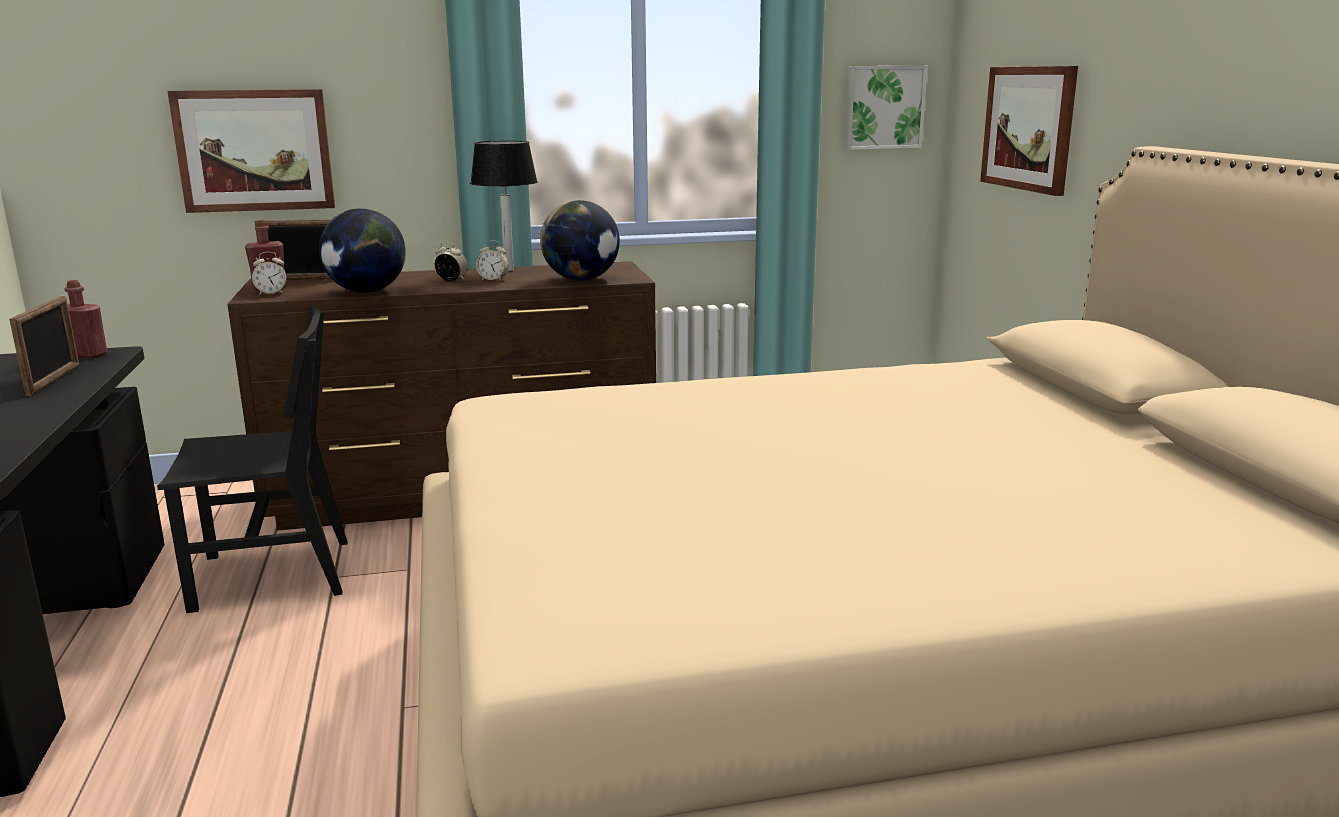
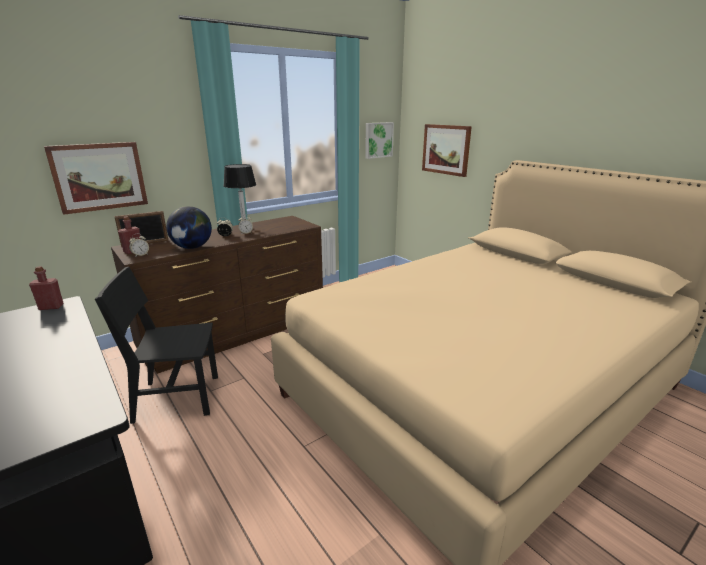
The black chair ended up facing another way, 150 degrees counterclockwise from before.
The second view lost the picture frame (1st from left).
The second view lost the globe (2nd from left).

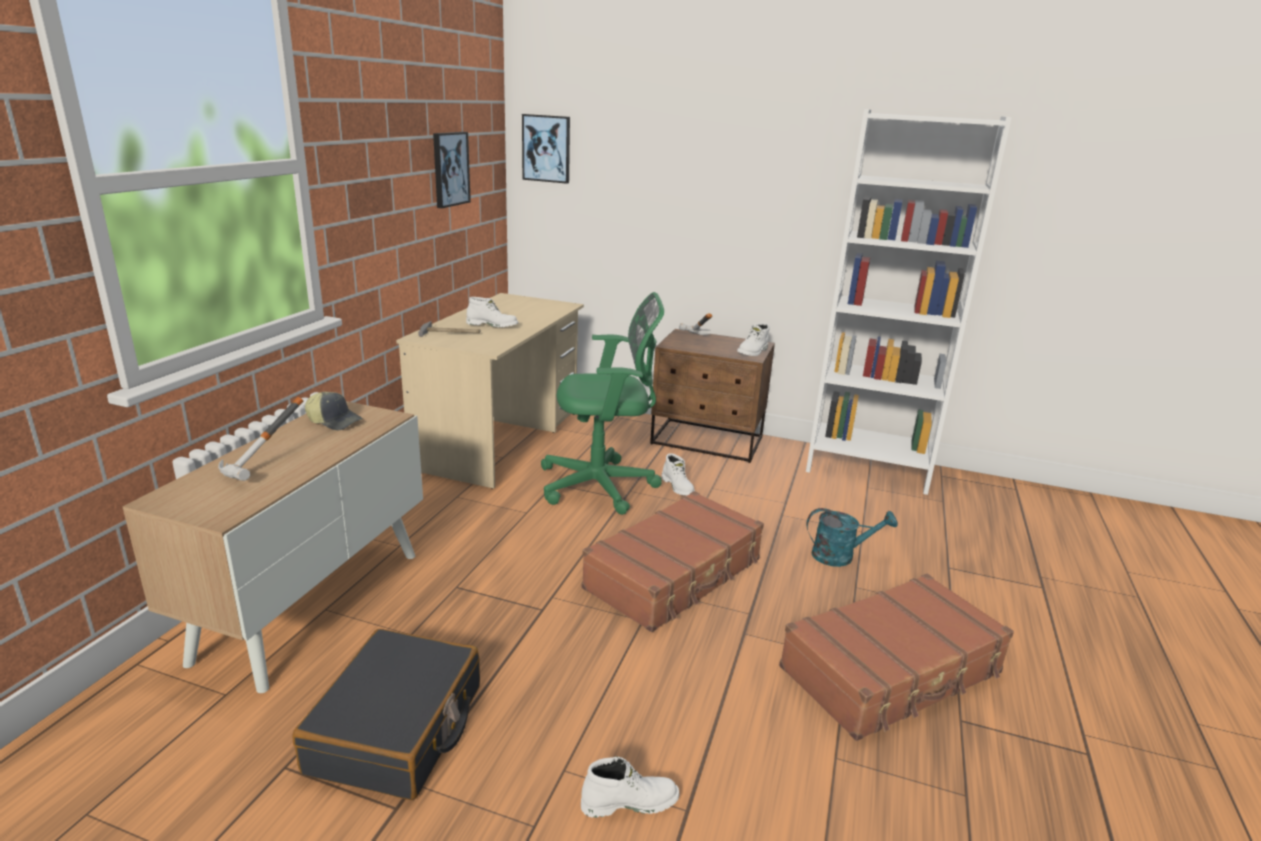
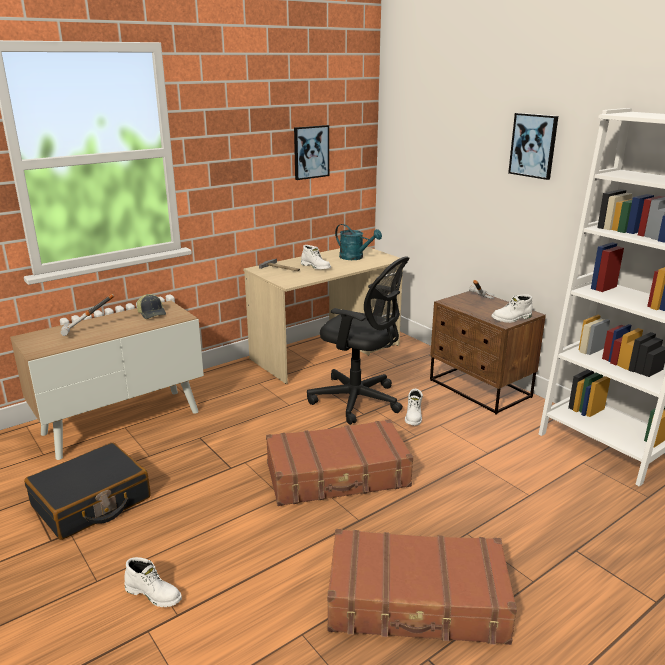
What was the green office chair turned into the black office chair.
The turquoise watering can ended up elsewhere.
The picture (2nd from left) ended up elsewhere.

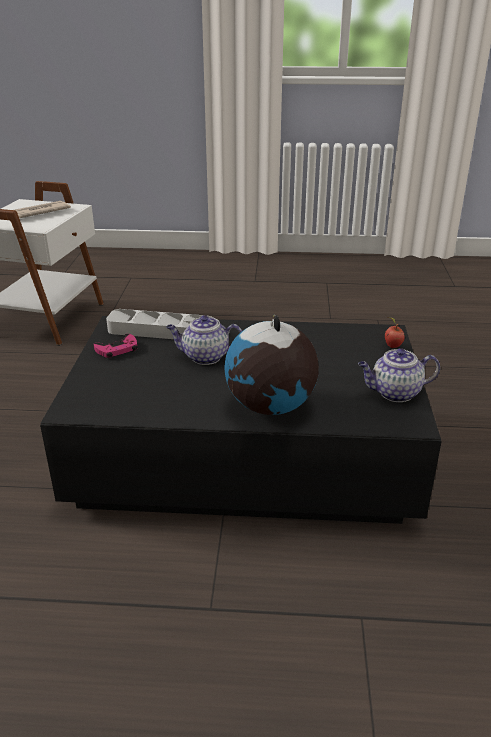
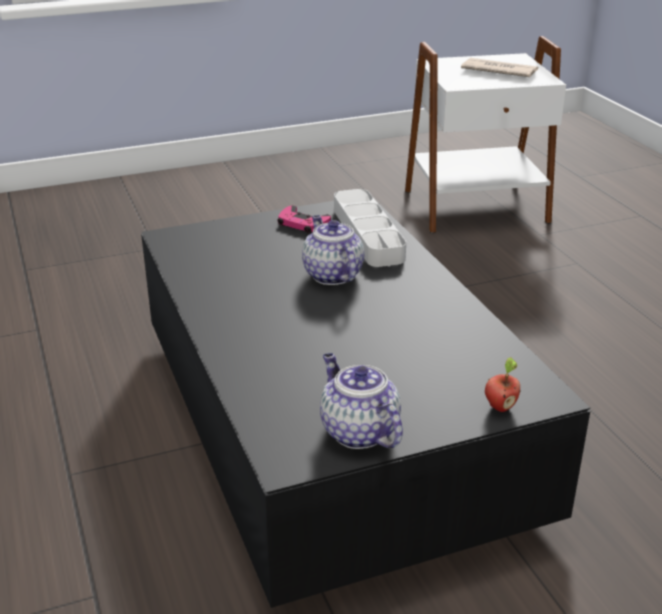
The second view lost the globe.

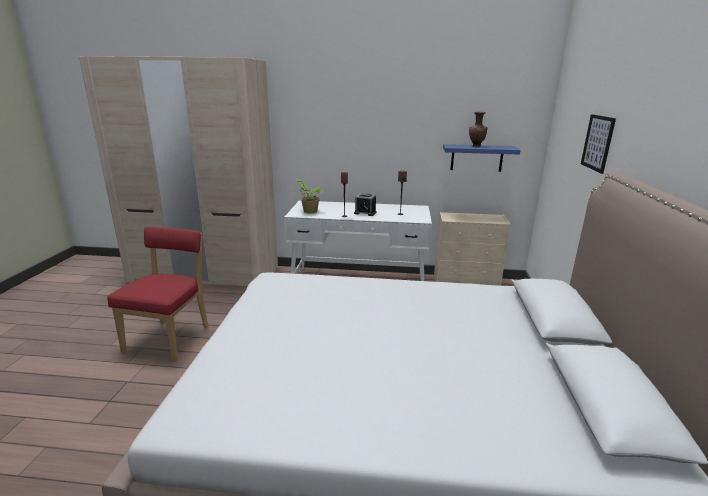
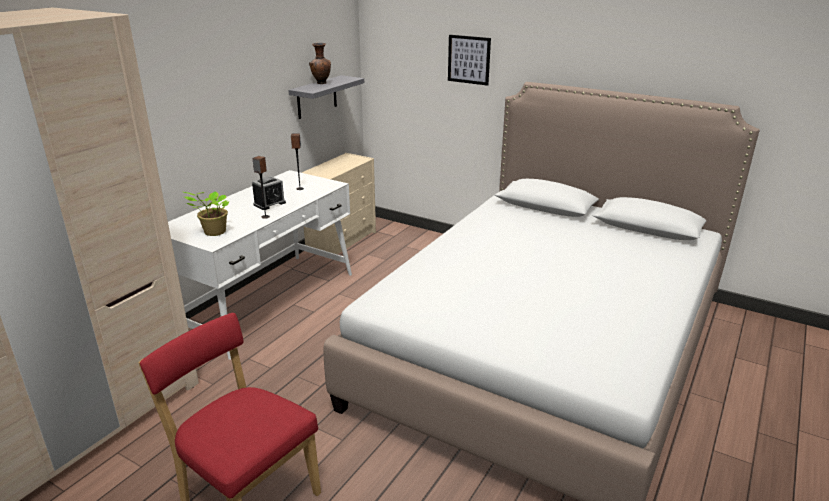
What was the blue shelf turned into the grey shelf.

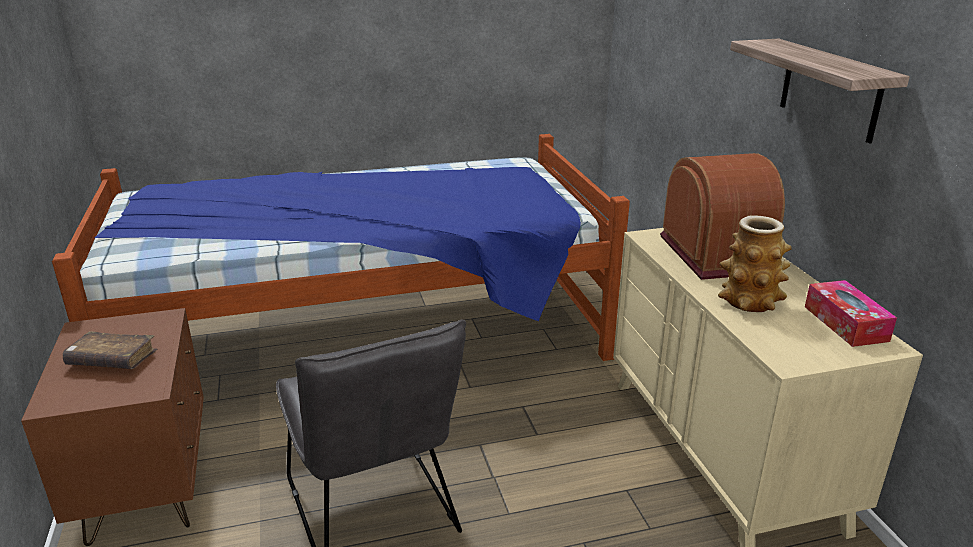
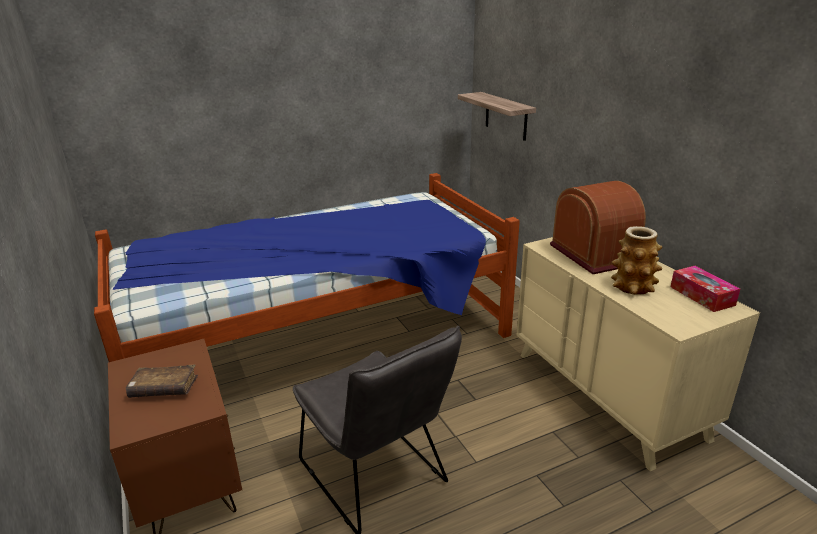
The shelf ended up elsewhere.

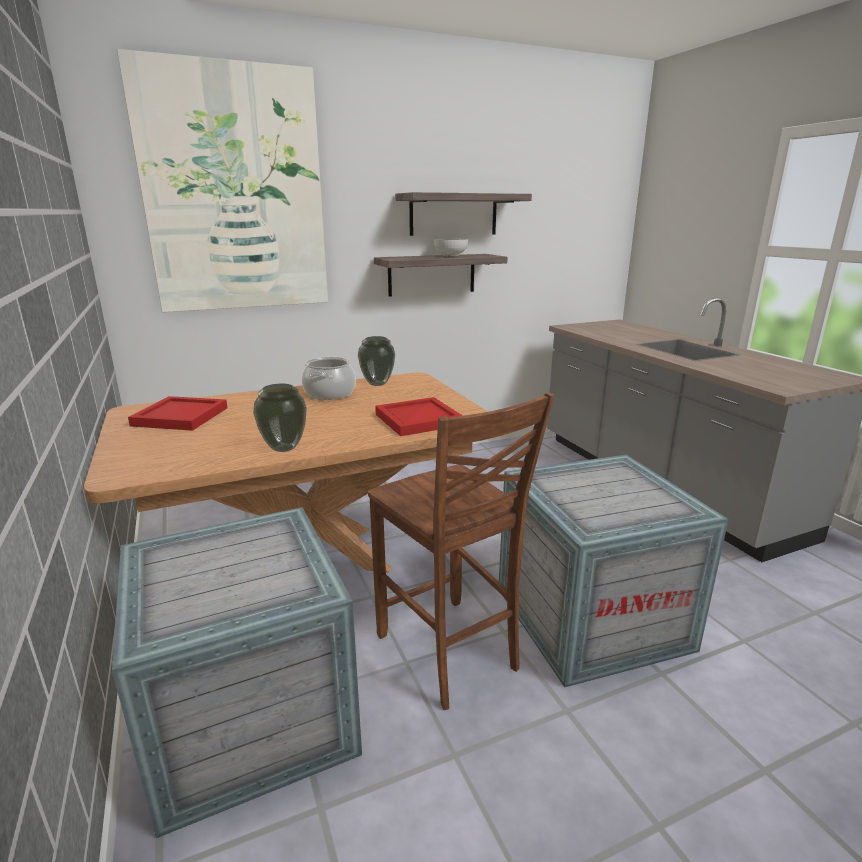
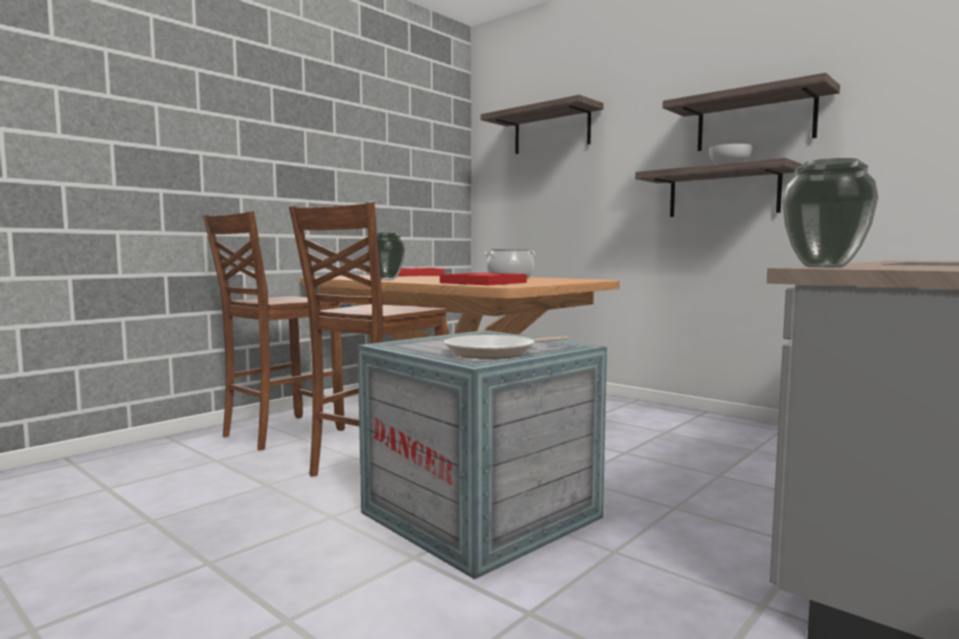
Where the crate (1st from left) stood, the brown chair (1st from left) came to stand.
The second view gained the frying pan.
Where the picture hung, the shelf (1st from left) came to hang.
The vase (2nd from left) ended up elsewhere.

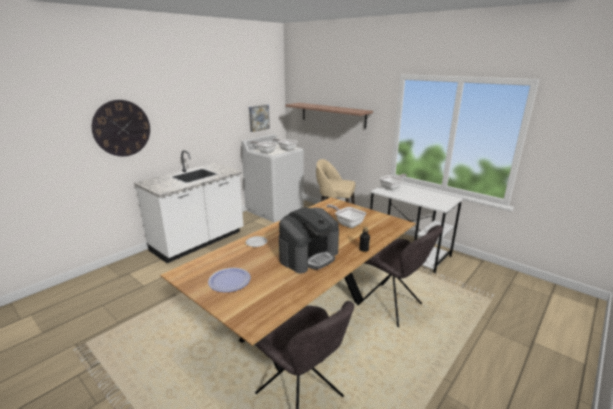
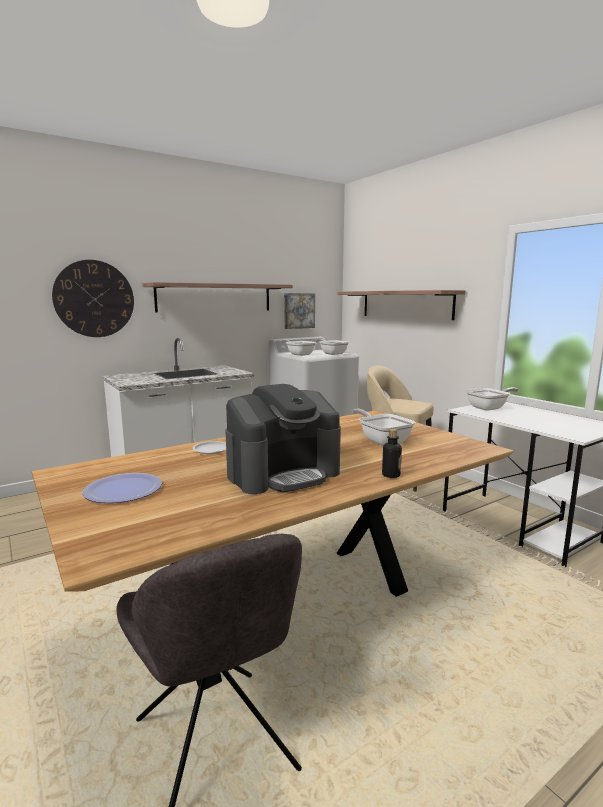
The second view gained the shelf (1st from left).
The second view lost the grey chair (2nd from left).

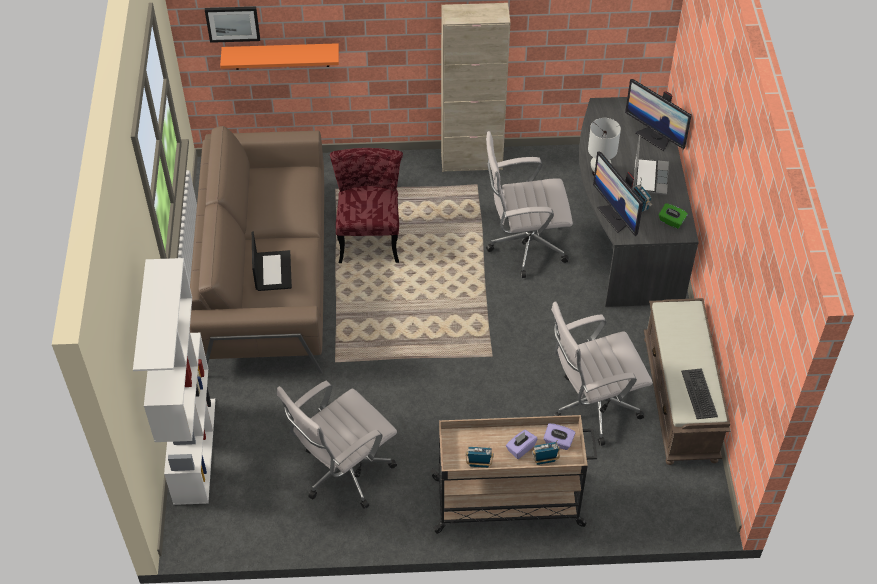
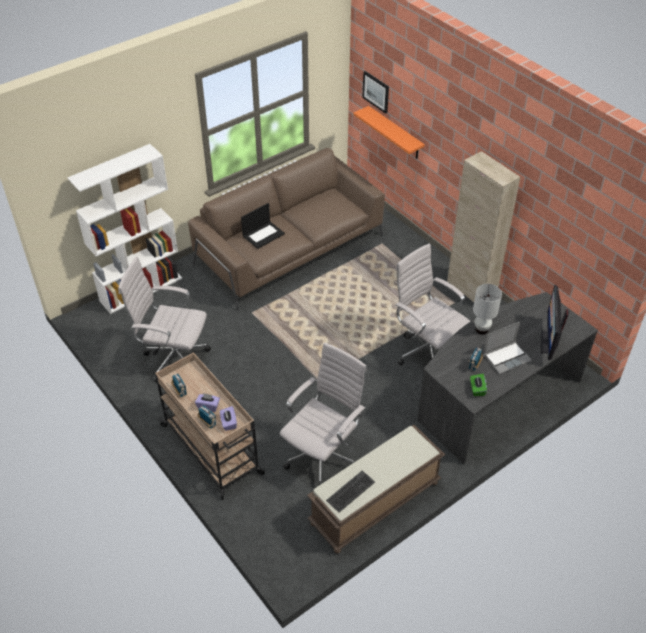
The white office chair (3rd from left in the first image) ended up facing another way, 90 degrees clockwise from before.
The second view lost the red chair.
The second view lost the monitor (1st from left).

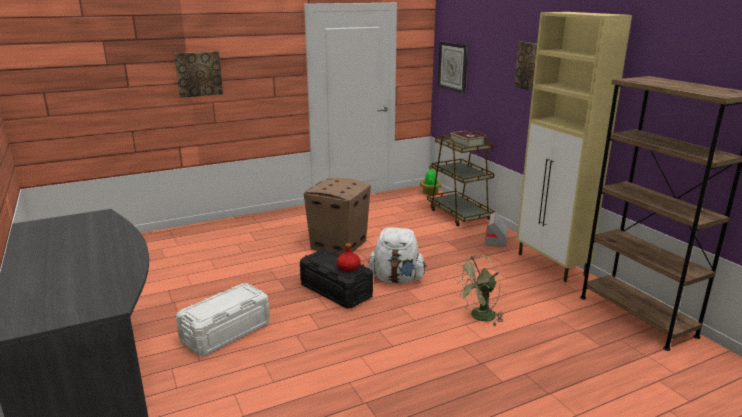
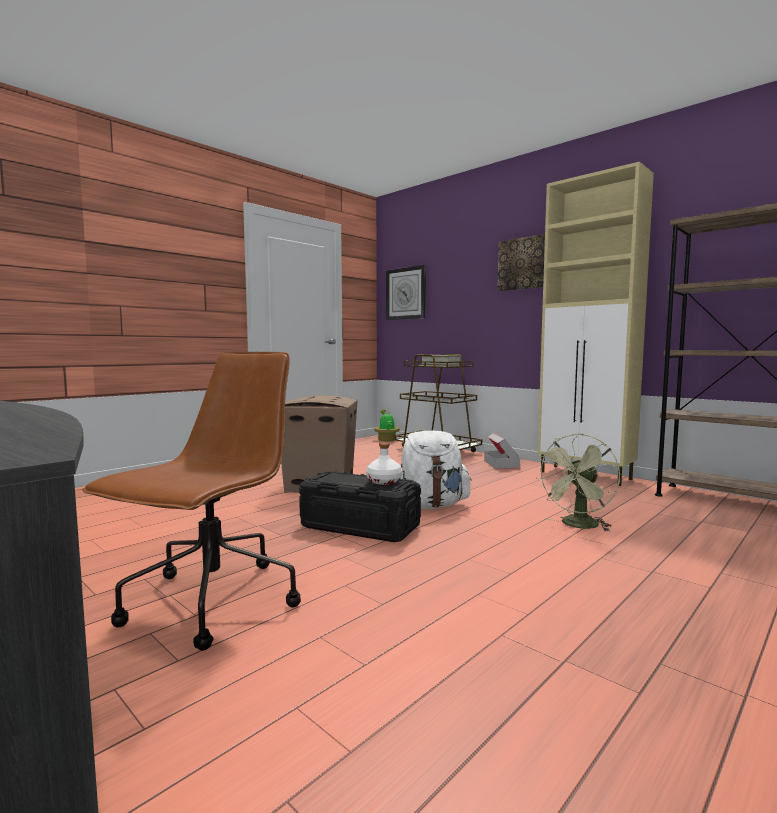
Where the white storage box stood, the brown office chair came to stand.
What was the red bottle turned into the white bottle.
The second view lost the picture (1st from left).

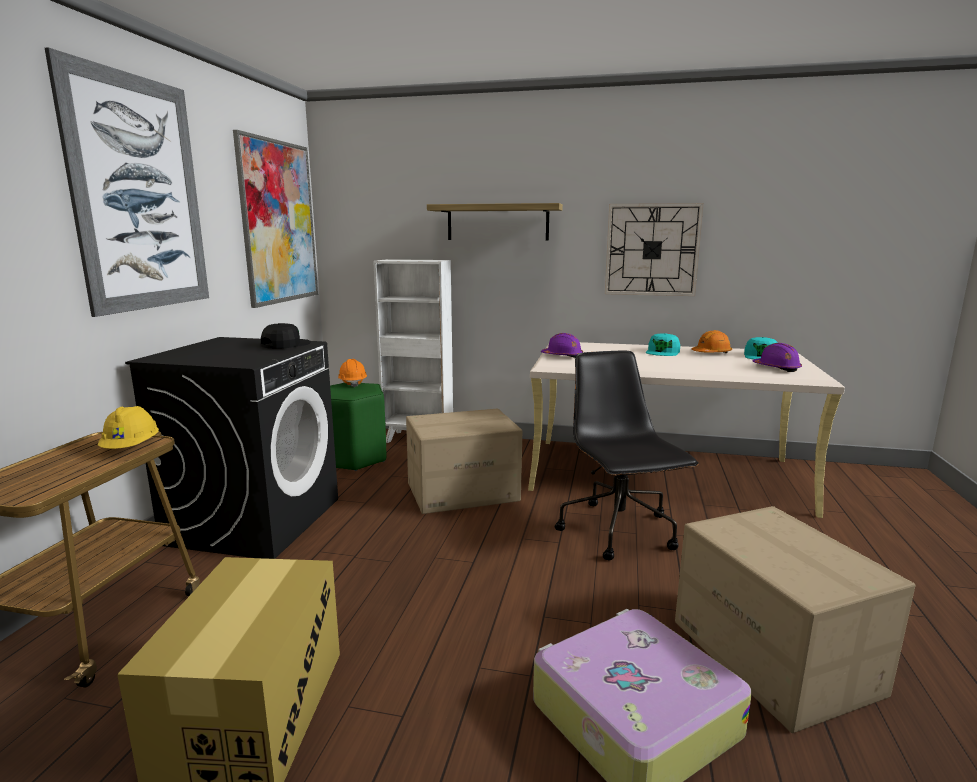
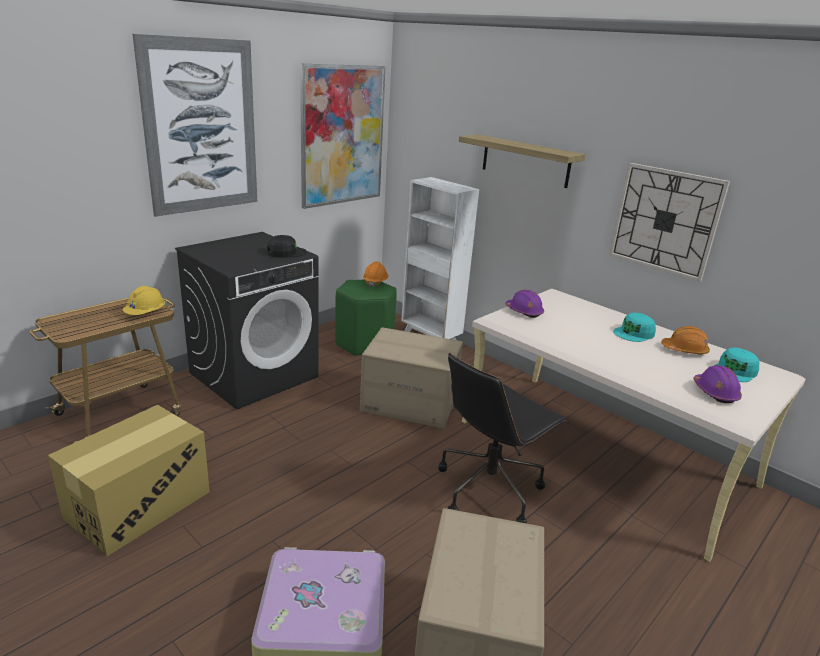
The black office chair ended up facing another way, 150 degrees counterclockwise from before.

